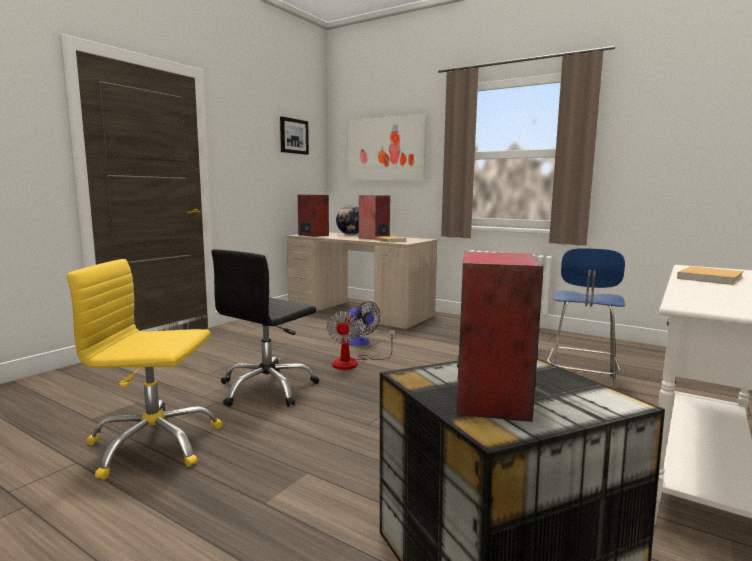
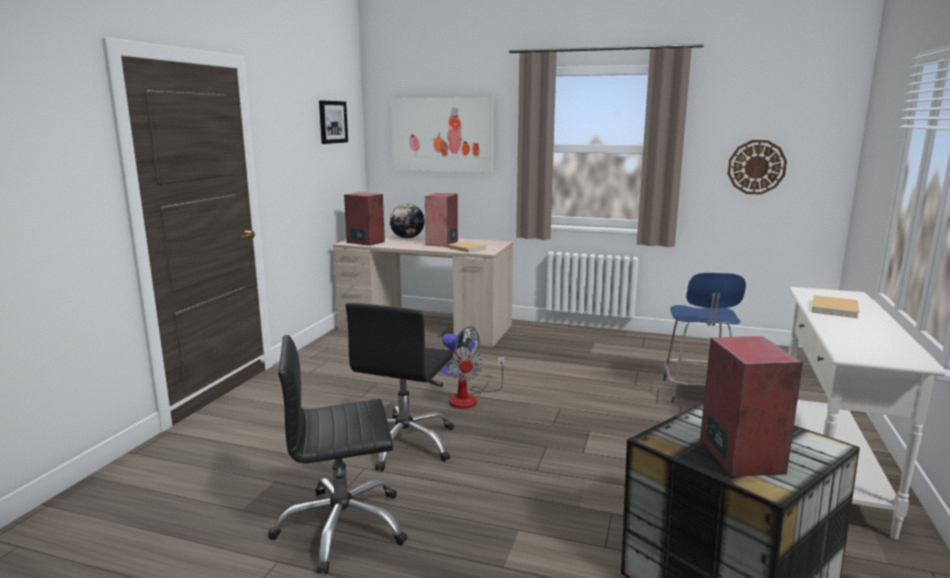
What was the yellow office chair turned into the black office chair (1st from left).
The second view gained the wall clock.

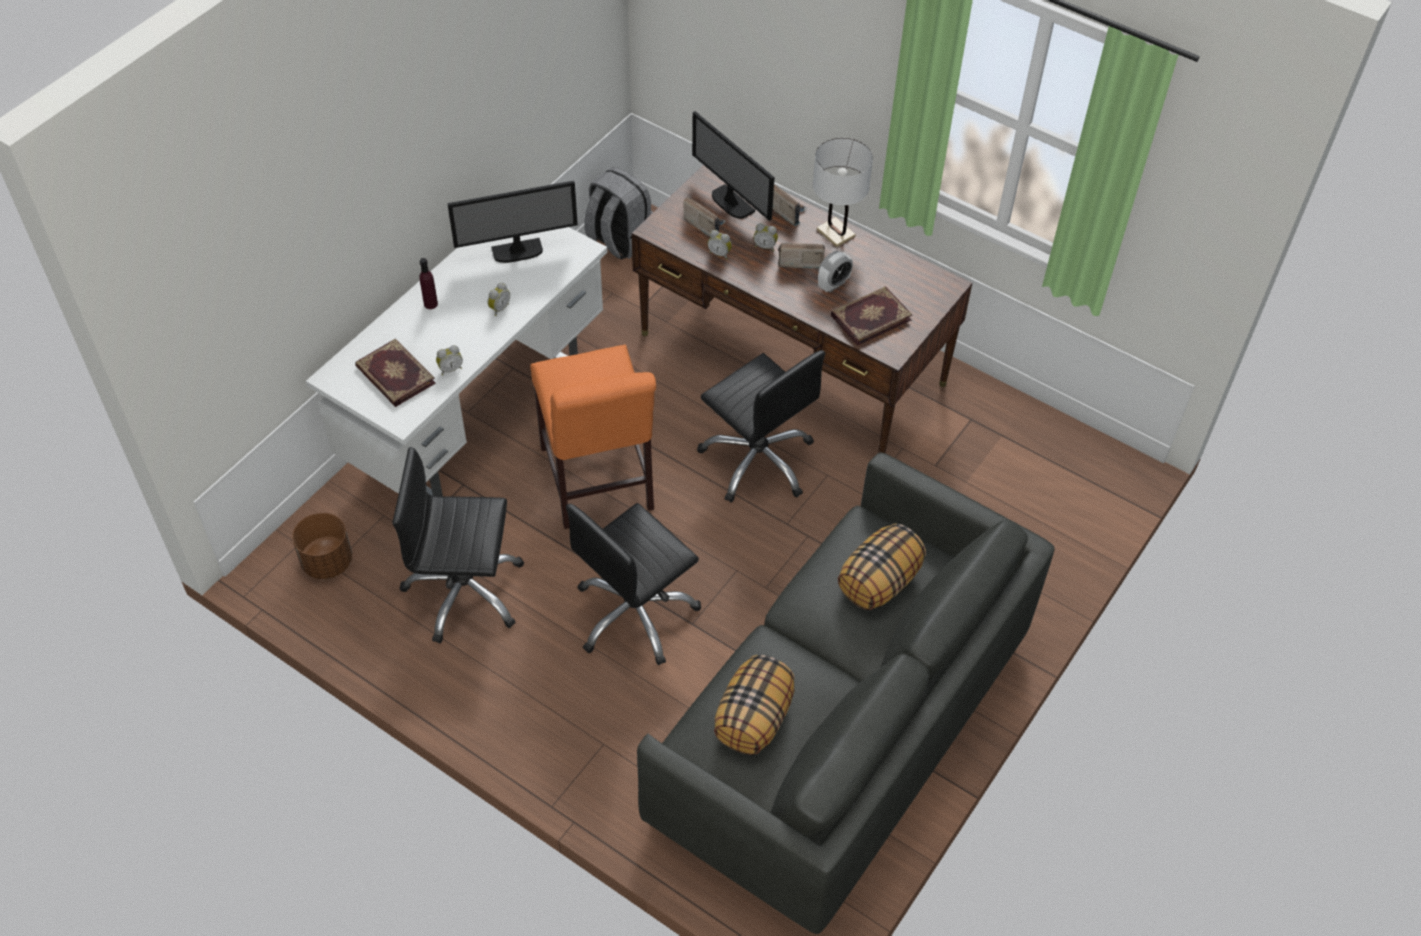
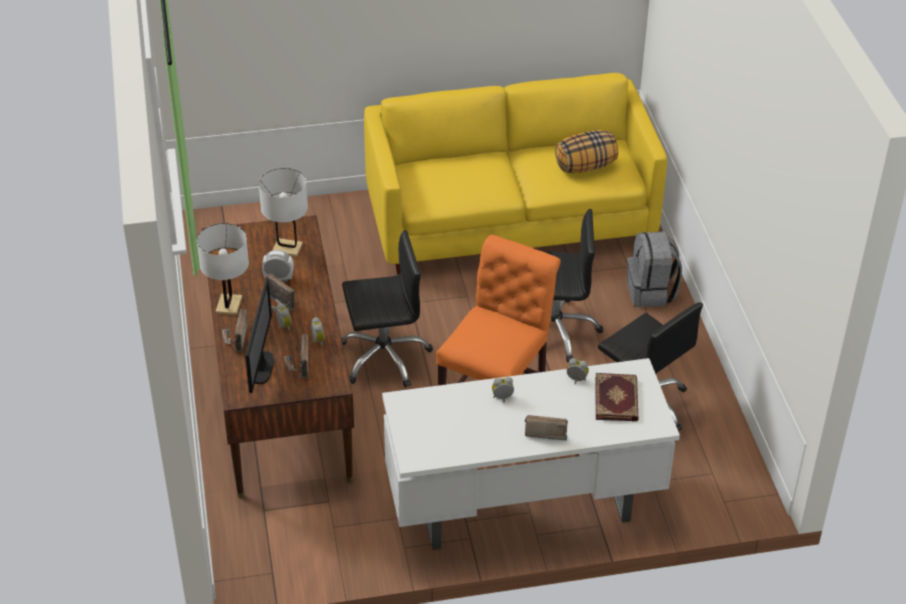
Where the book (2nd from left) stood, the white table lamp (2nd from left) came to stand.
The black office chair (3rd from left in the first image) ended up facing another way, 75 degrees clockwise from before.
What was the grey sofa turned into the yellow sofa.
Where the purple bottle stood, the radio (4th from left) came to stand.
The grey backpack ended up elsewhere.
The second view lost the brown planter.
The second view lost the monitor (1st from left).
The second view lost the pillow (2nd from left).

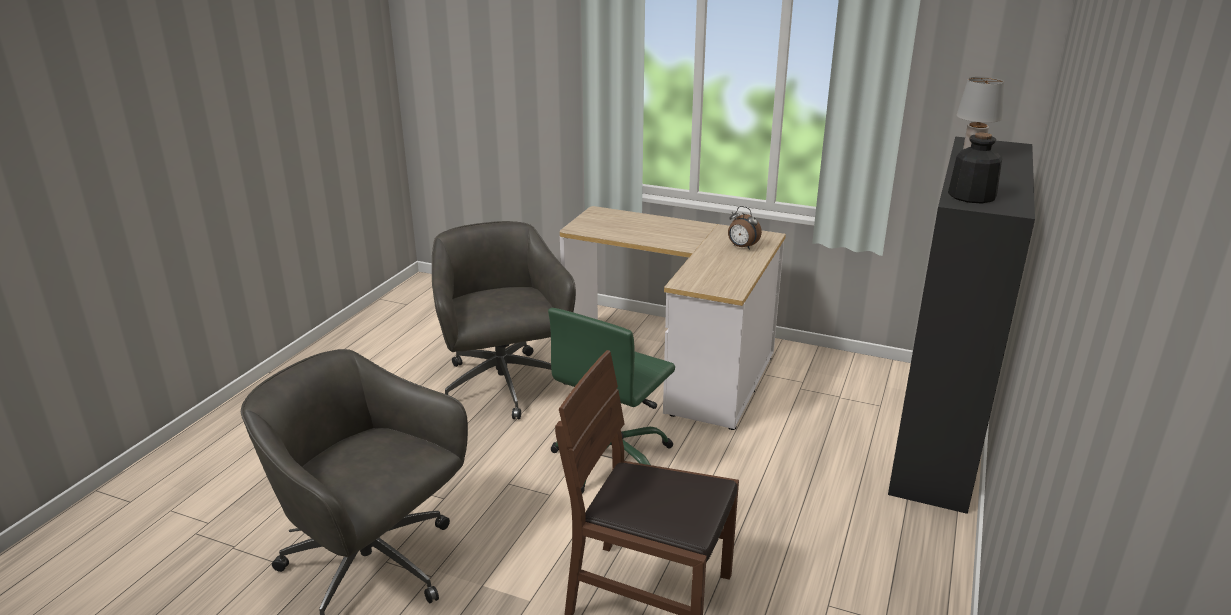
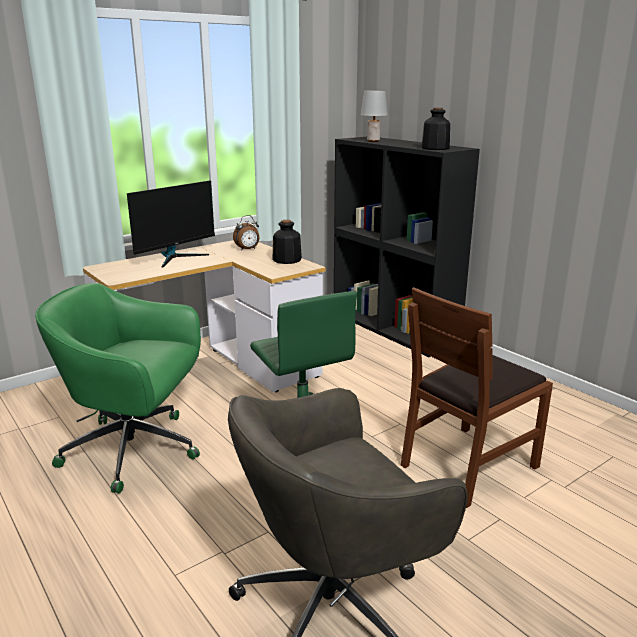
What was the grey office chair (2nd from left) turned into the green office chair (1st from left).
The second view gained the monitor.
The second view gained the bottle (1st from left).

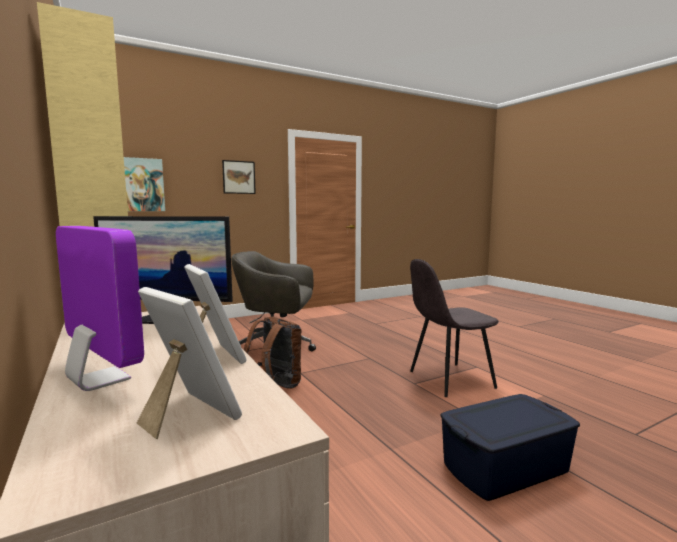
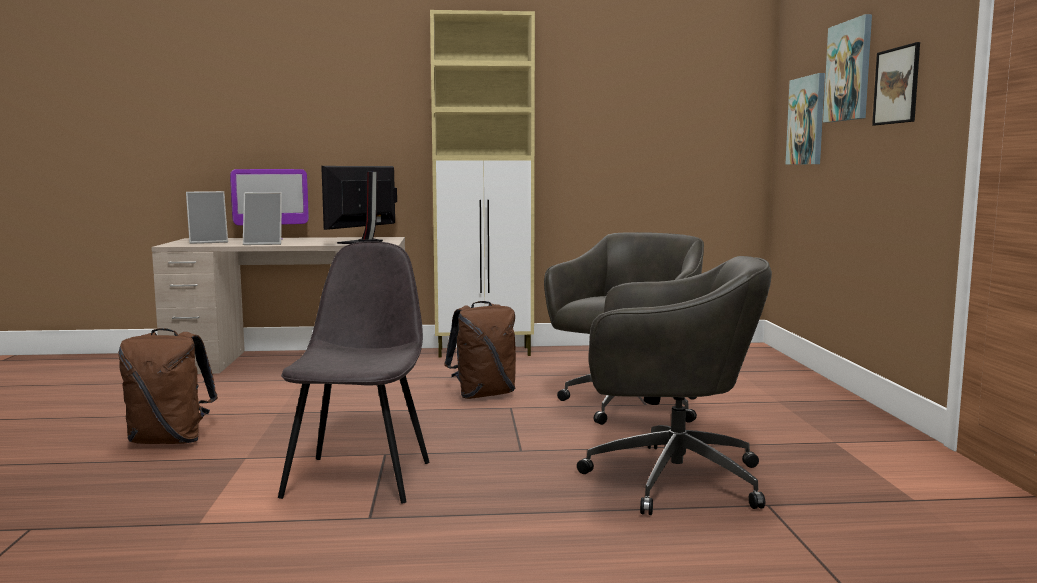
Where the blue storage box stood, the brown backpack (1st from left) came to stand.
The second view gained the grey office chair (2nd from left).
The second view gained the picture (2nd from left).

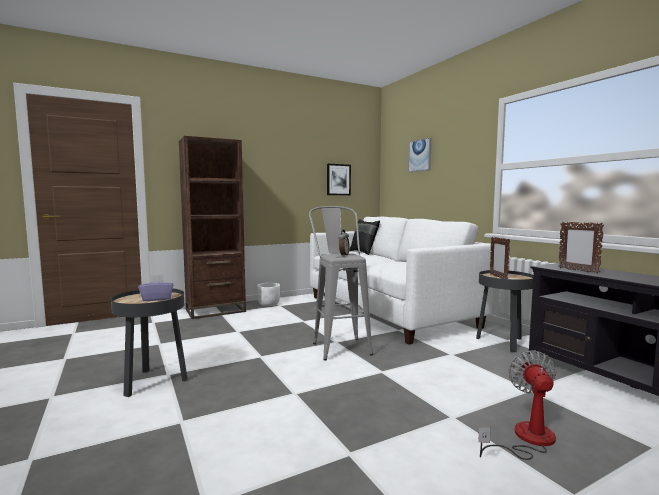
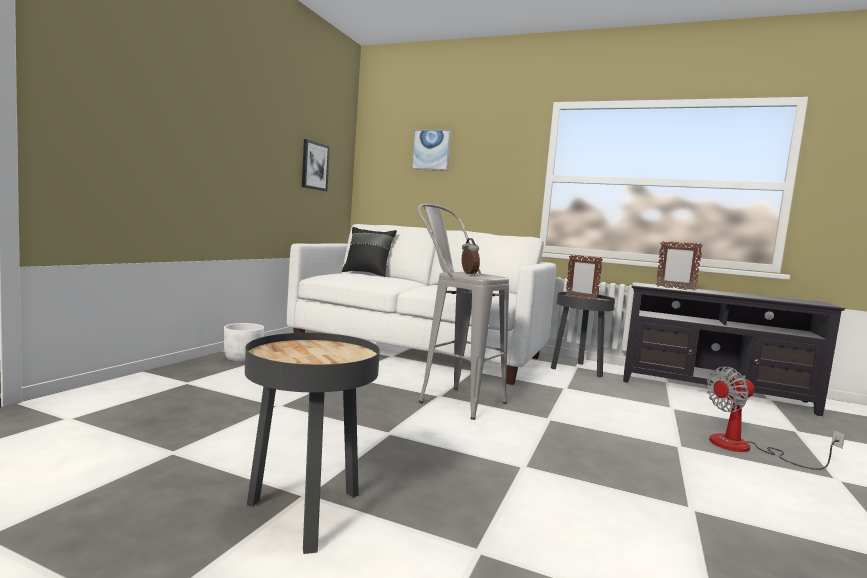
The fan ended up facing another way, 75 degrees counterclockwise from before.
The second view lost the purple tissue box.
The second view lost the brown bookcase.

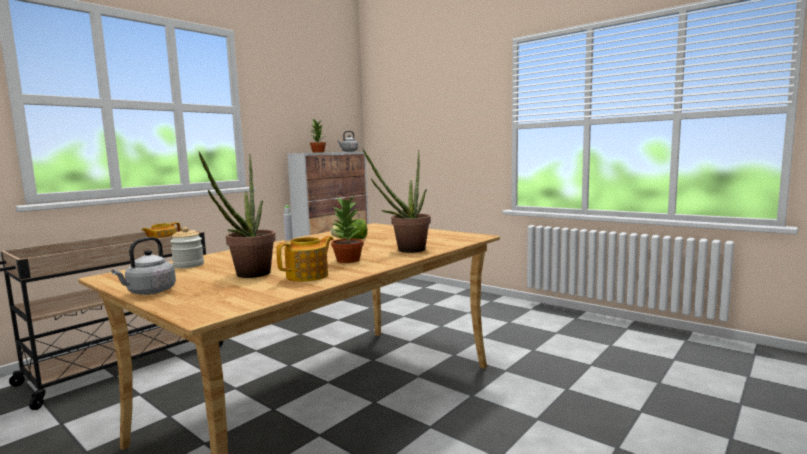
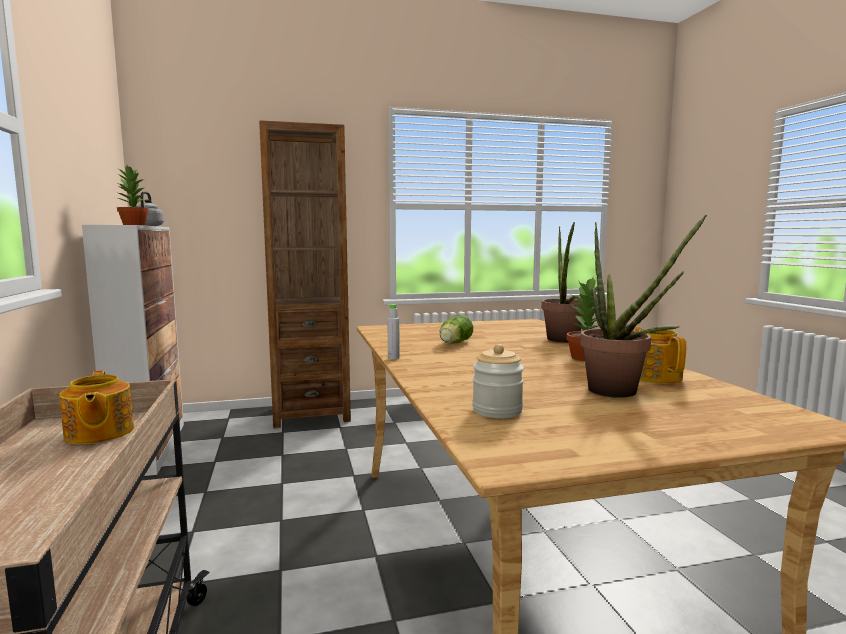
The second view gained the brown bookcase.
The second view lost the grey kettle (1st from left).

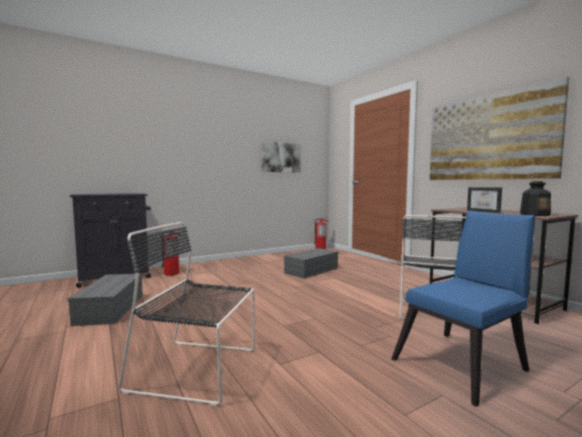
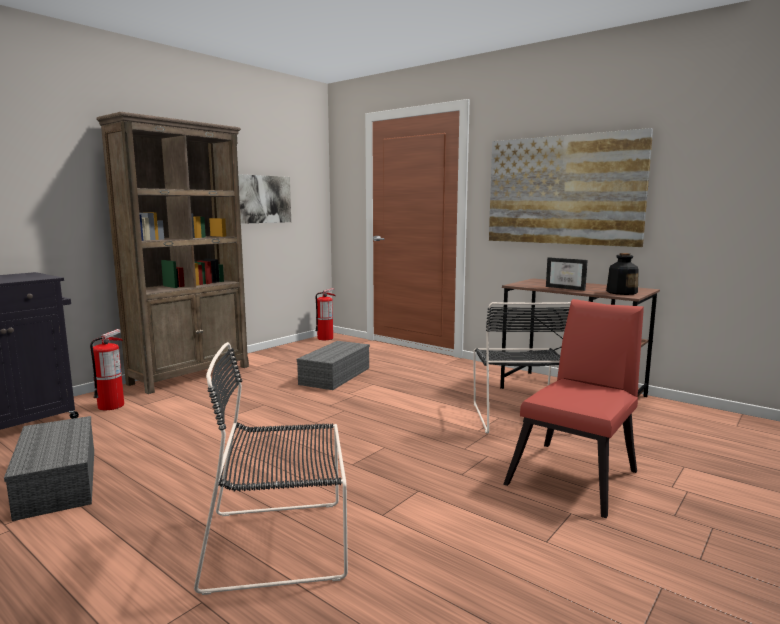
The second view gained the brown bookcase.
What was the blue chair turned into the red chair.

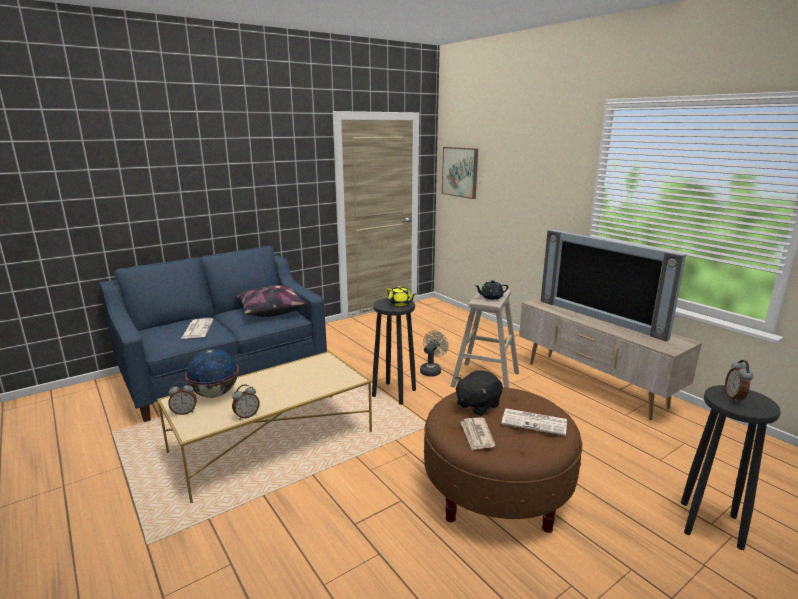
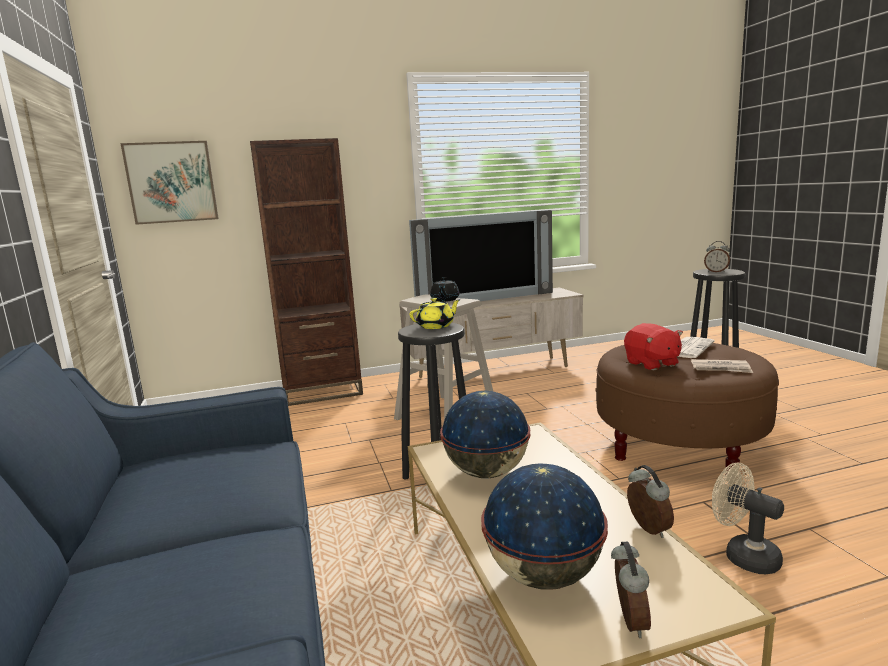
The second view gained the brown bookcase.
The second view gained the globe (1st from left).
What was the black plush toy turned into the red plush toy.
The beige fan ended up elsewhere.
The second view lost the newspaper (1st from left).
The second view lost the pillow.

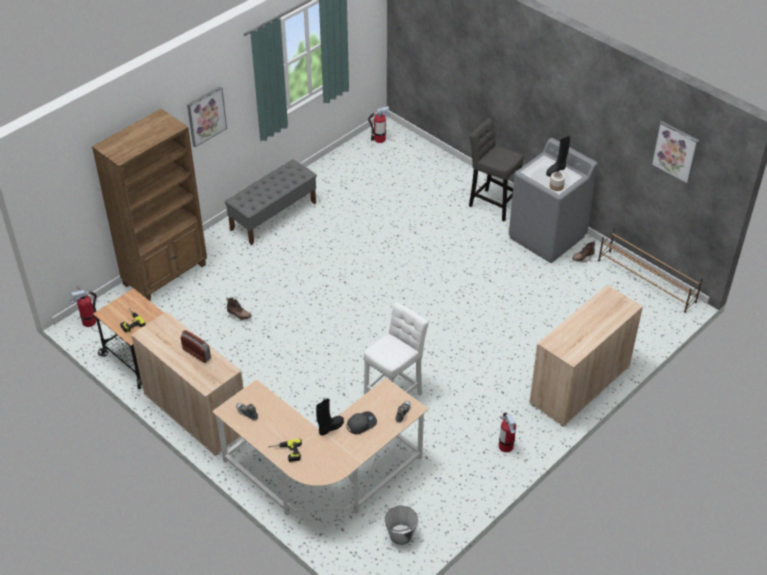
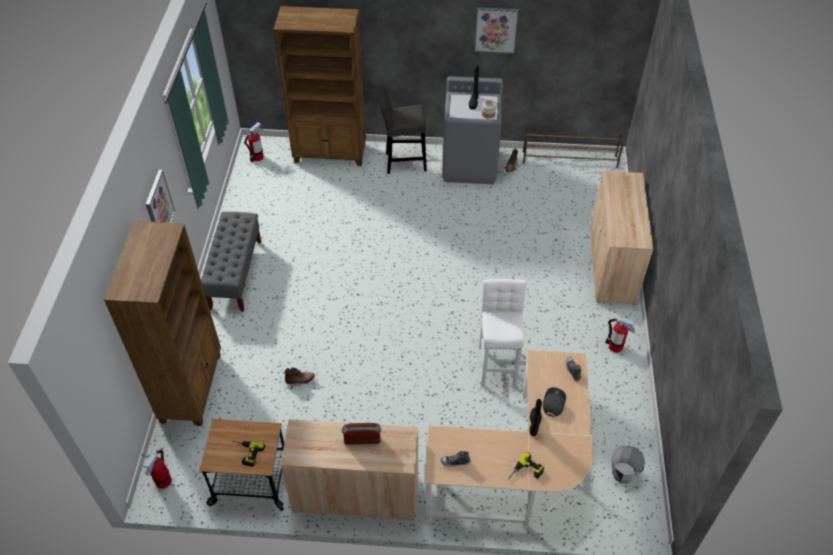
The second view gained the brown bookcase (2nd from left).
The picture (2nd from left) ended up elsewhere.

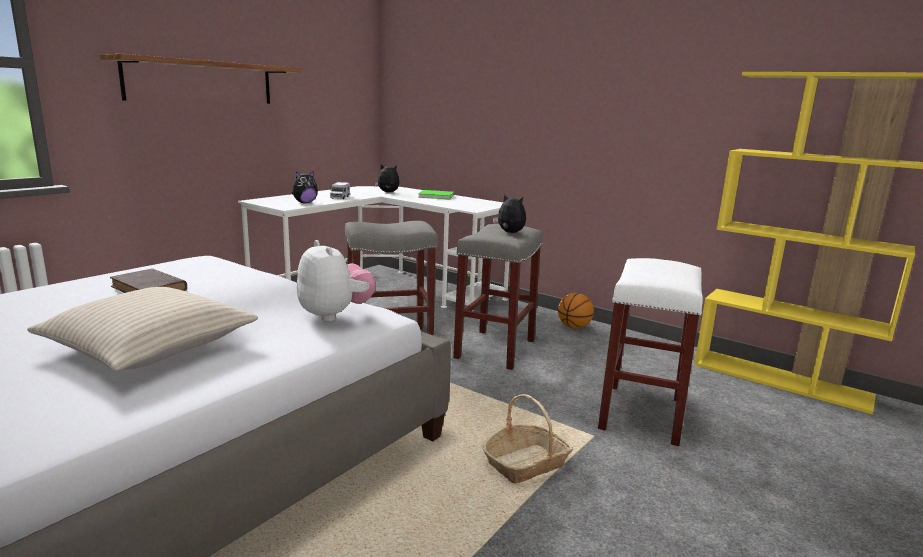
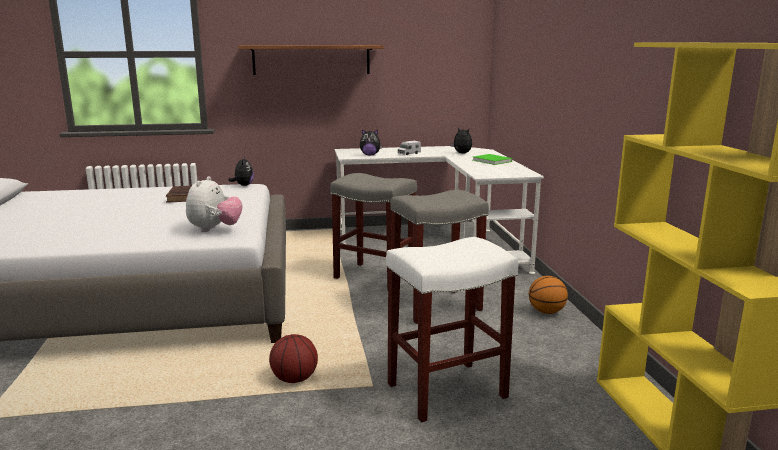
The plush toy (4th from left in the first image) ended up elsewhere.
Where the basket stood, the basketball (1st from left) came to stand.
The second view lost the beige pillow.

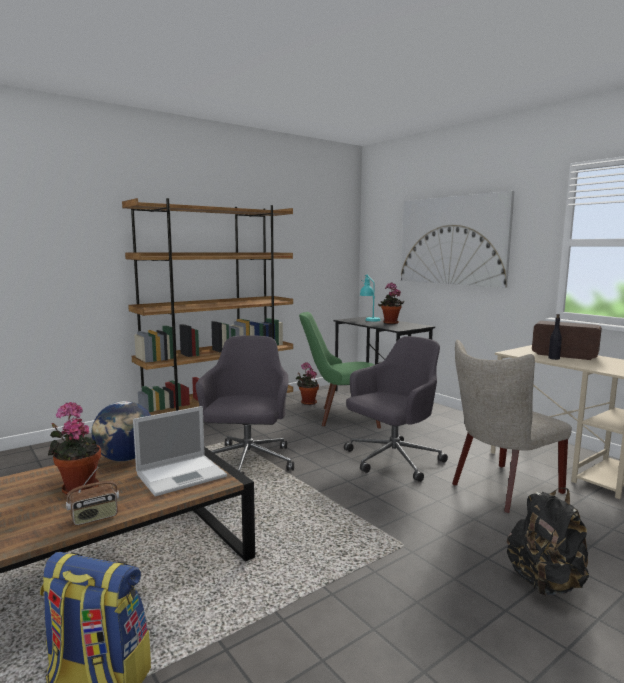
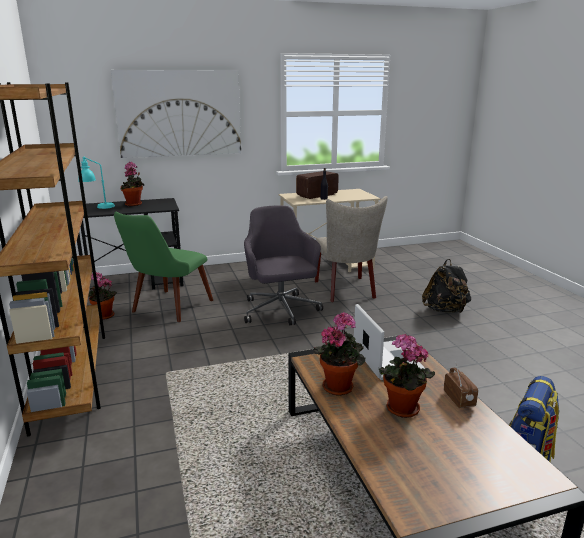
Where the globe stood, the potted plant (3rd from left) came to stand.
The second view lost the grey office chair (1st from left).

